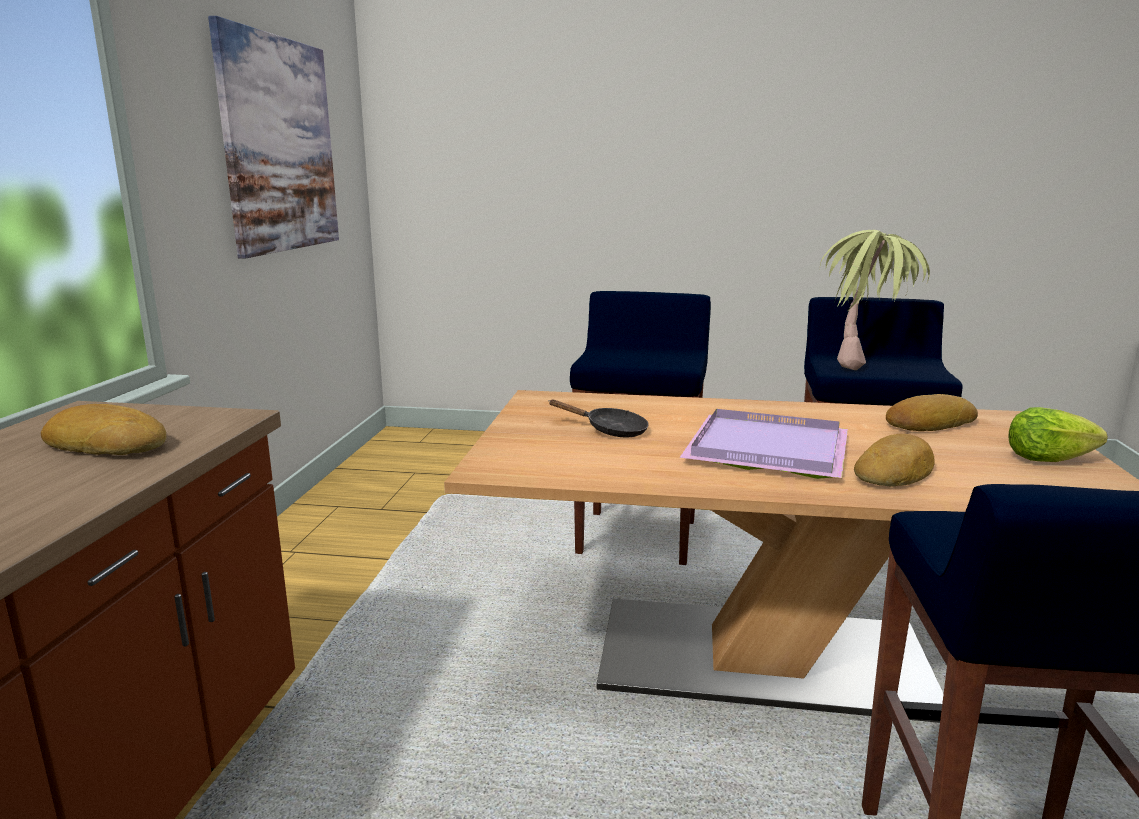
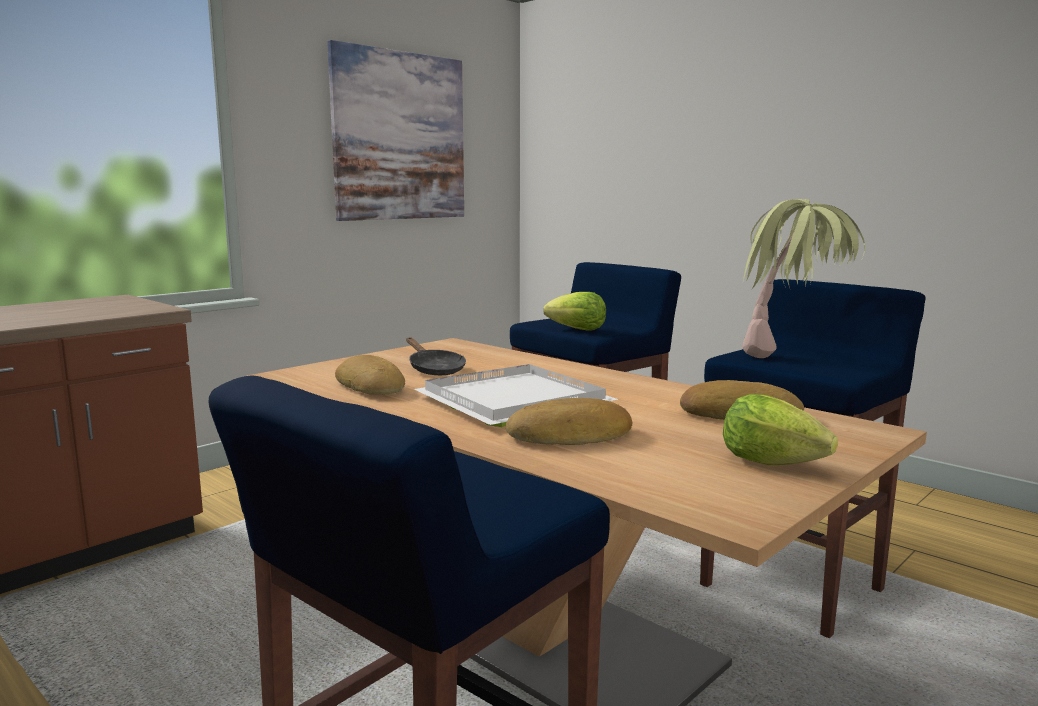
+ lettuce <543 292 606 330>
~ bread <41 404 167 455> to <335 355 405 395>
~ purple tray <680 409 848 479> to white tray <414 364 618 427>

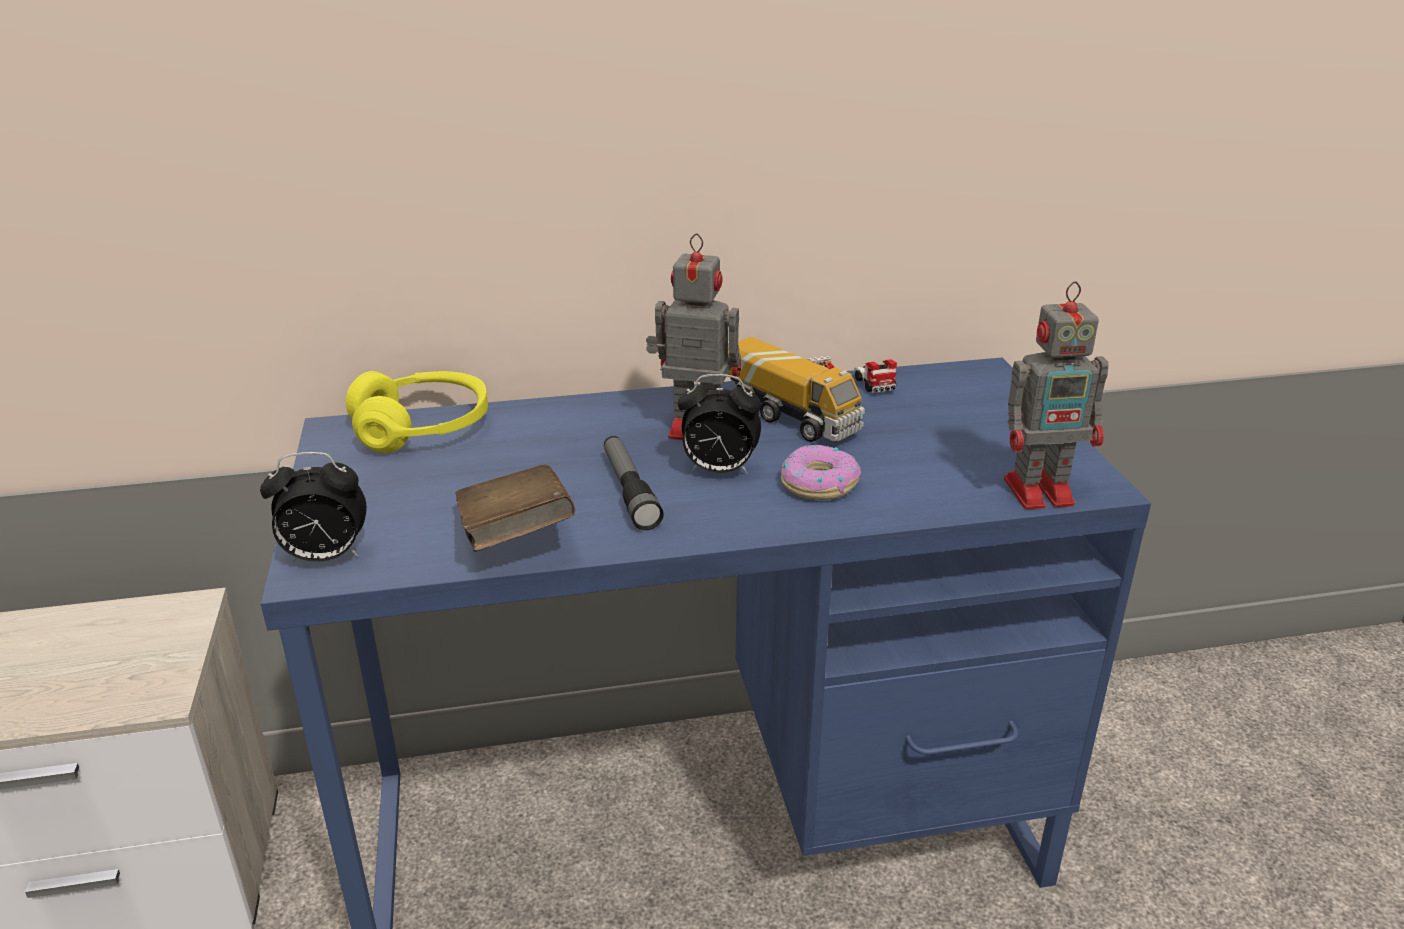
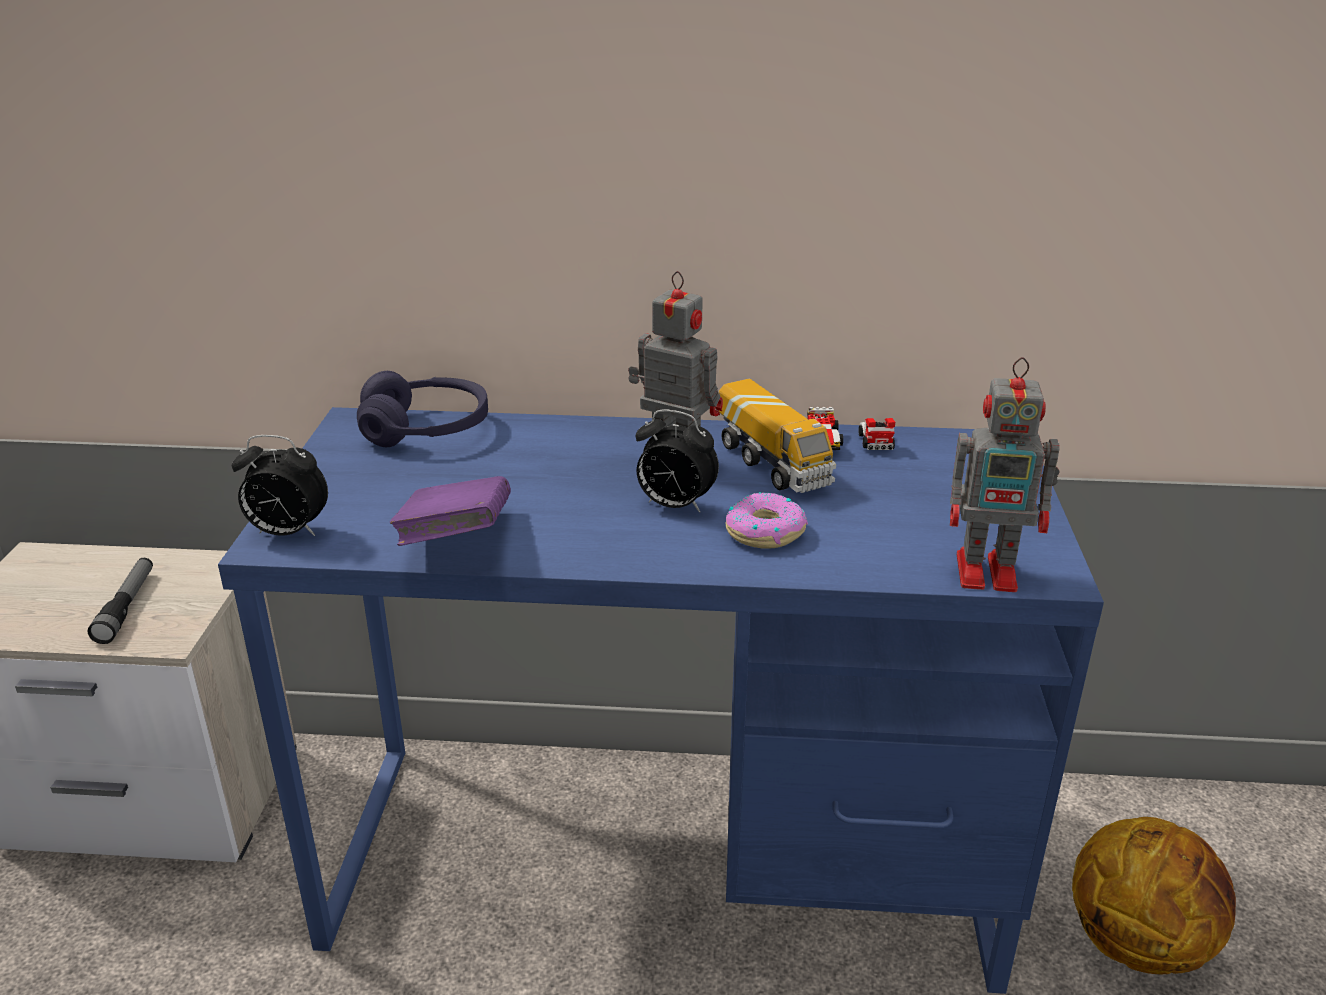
+ basketball <1072 817 1236 974>
~ flashlight <604 436 664 530> to <87 558 153 644>
~ yellow headphones <346 371 488 453> to purple headphones <357 371 488 447>
~ brown book <455 465 575 552> to purple book <390 476 511 546>

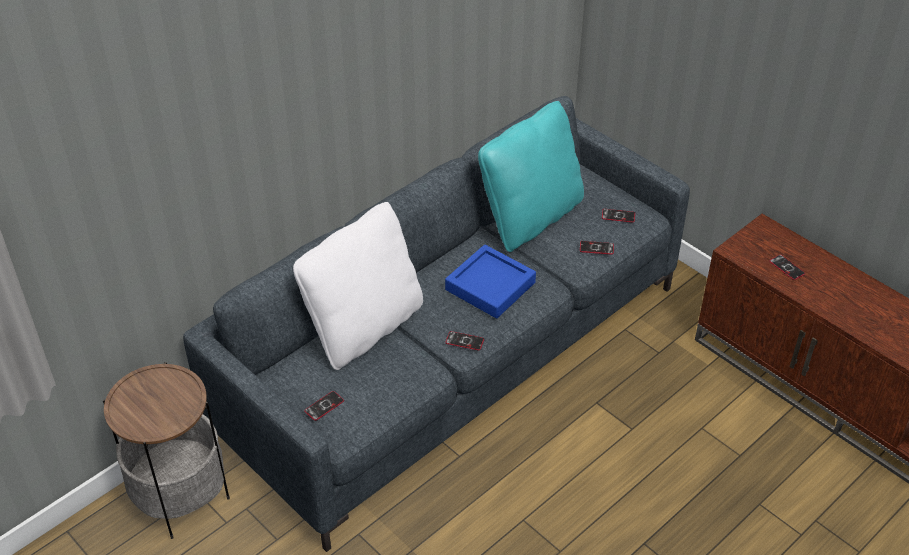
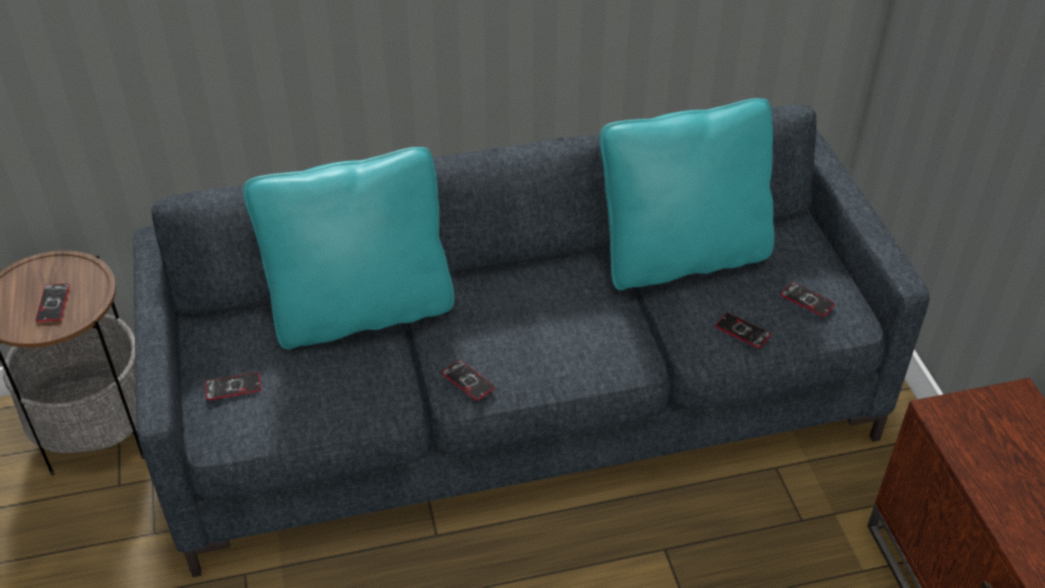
- blue tray <445 245 536 318>
~ phone <769 255 805 280> to <36 283 70 322>
~ white pillow <293 202 423 370> to turquoise pillow <243 147 454 350>

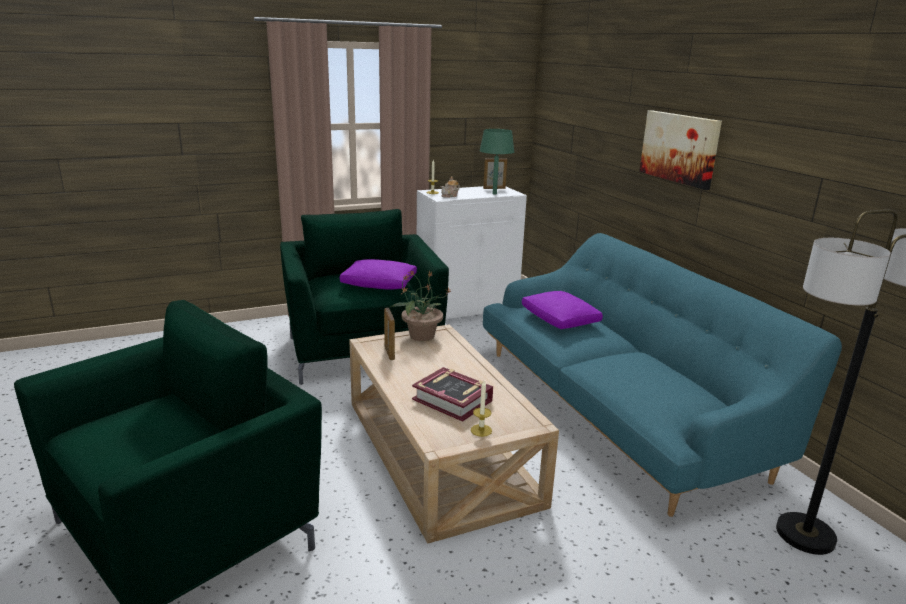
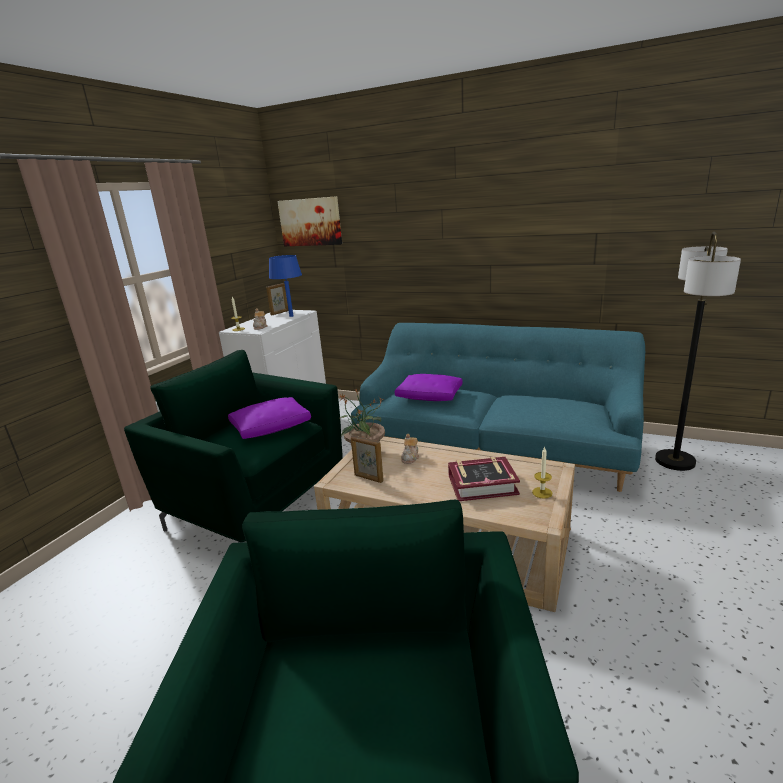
+ teapot <401 434 420 464>
~ picture <639 110 722 190> to <277 196 342 246>
~ green table lamp <479 129 514 195> to blue table lamp <269 255 302 317>

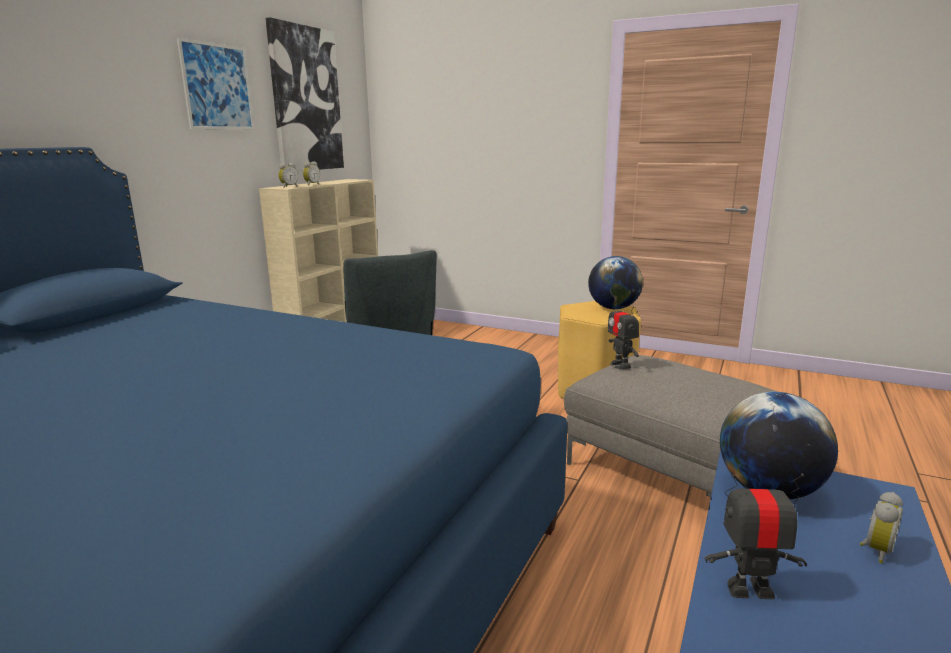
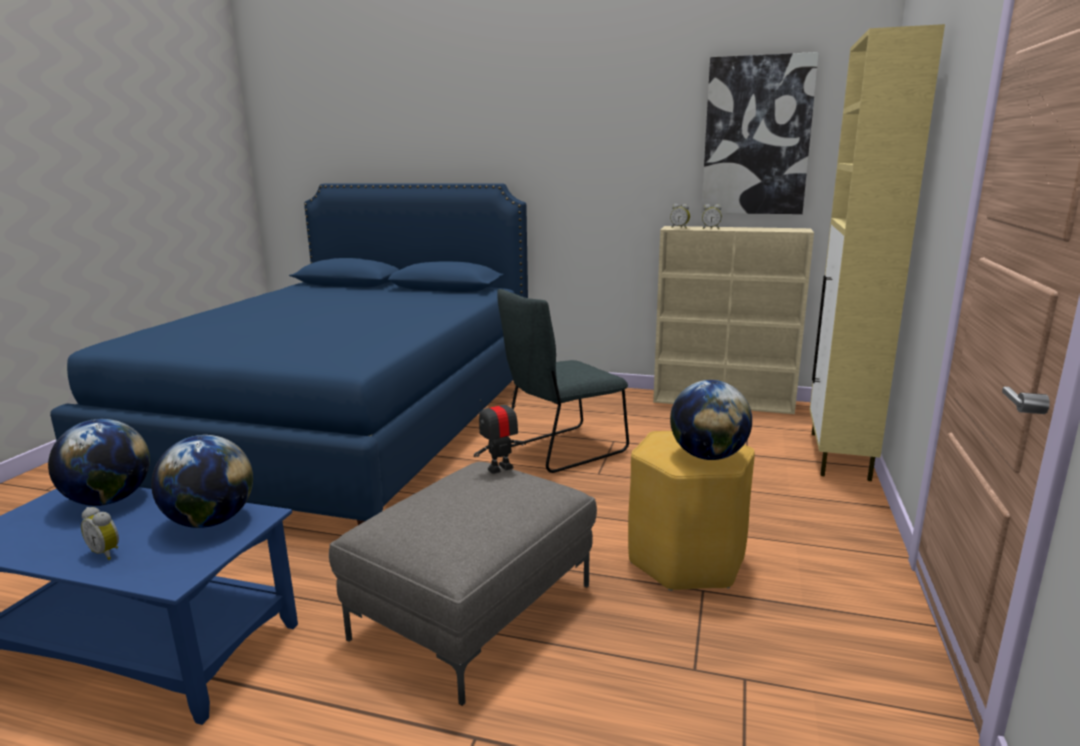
- picture <177 38 254 129>
+ beige cabinet <810 24 945 481>
~ toy robot <705 474 807 599> to globe <48 419 150 506>

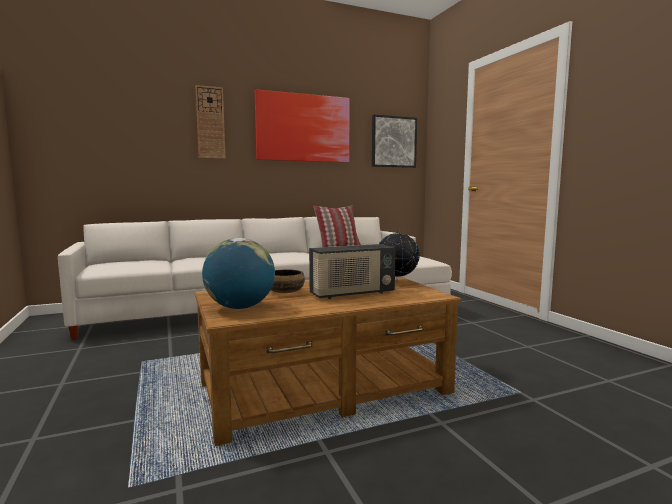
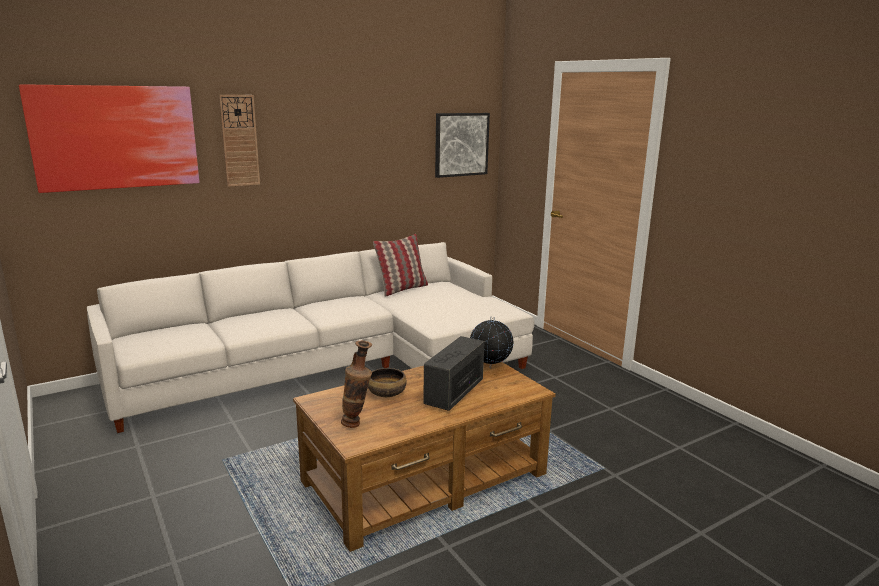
~ picture <255 89 350 162> to <19 84 199 193>
~ globe <202 238 275 309> to vase <341 341 372 428>
~ radio <309 244 396 299> = <423 336 484 411> 150 degrees clockwise

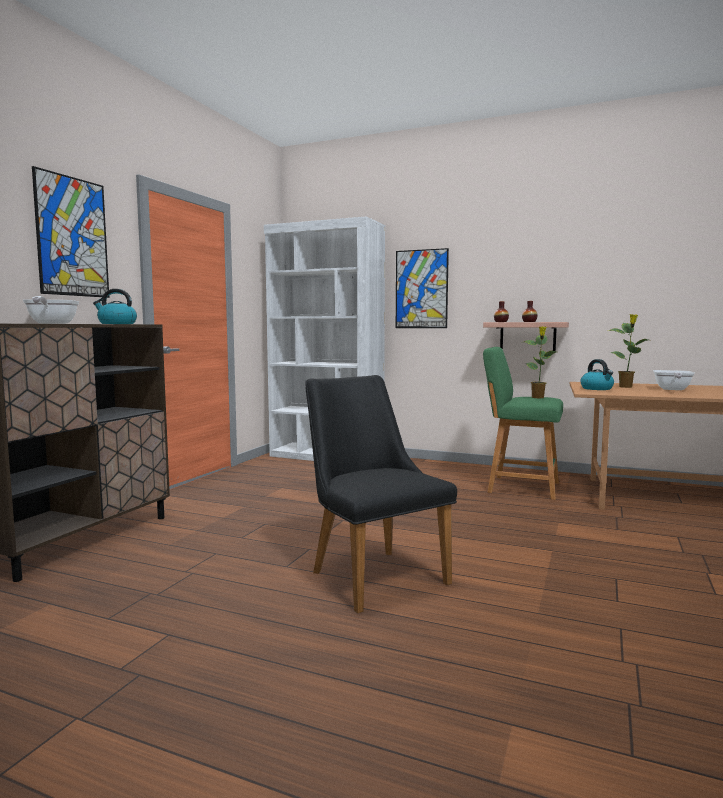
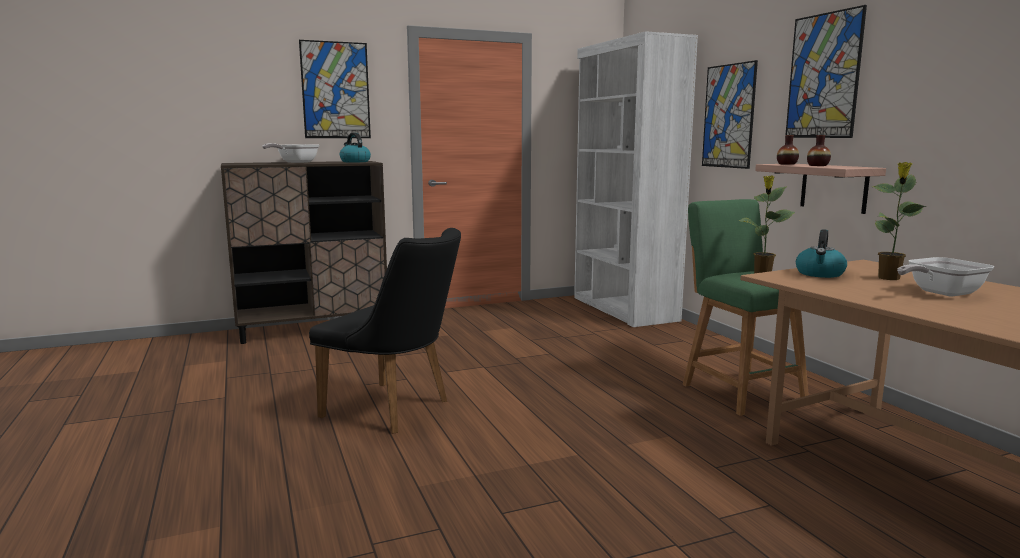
+ picture <786 5 867 138>
~ black chair <305 375 457 613> = <309 228 461 434> 105 degrees clockwise

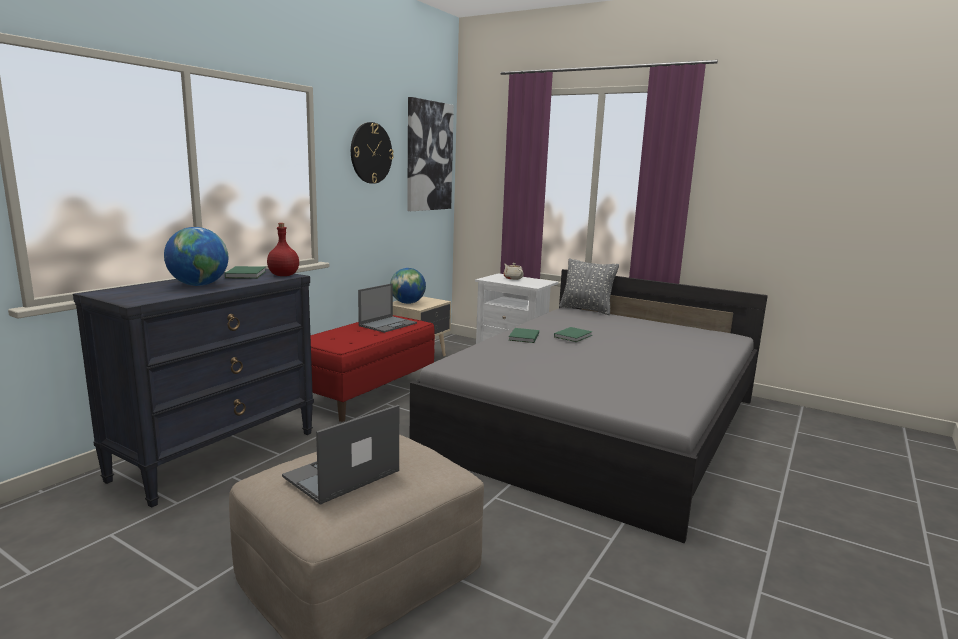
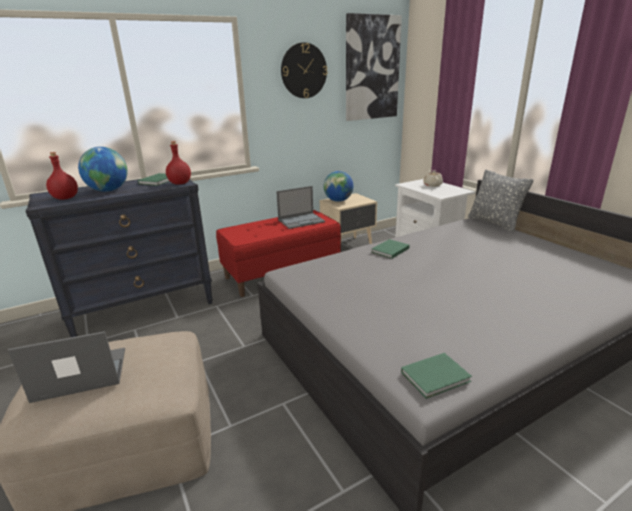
+ red bottle <46 152 78 200>
~ green book <554 327 592 342> to <401 353 472 399>

